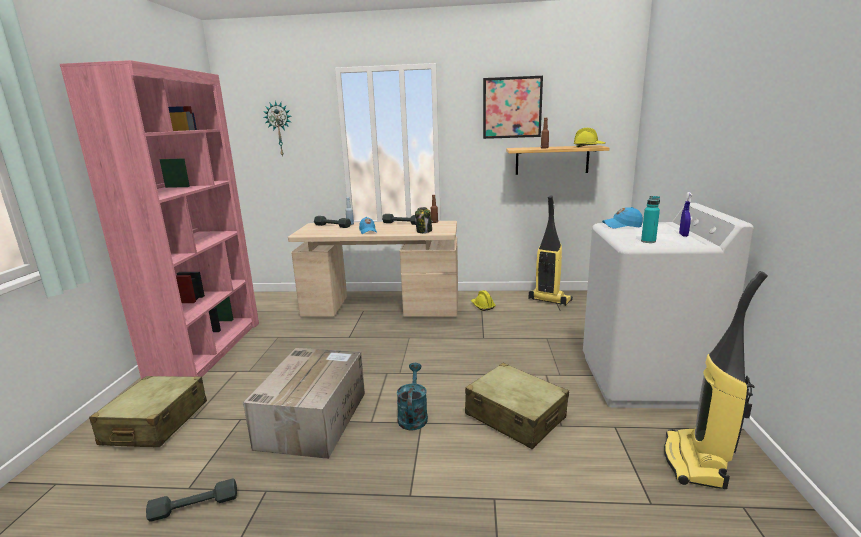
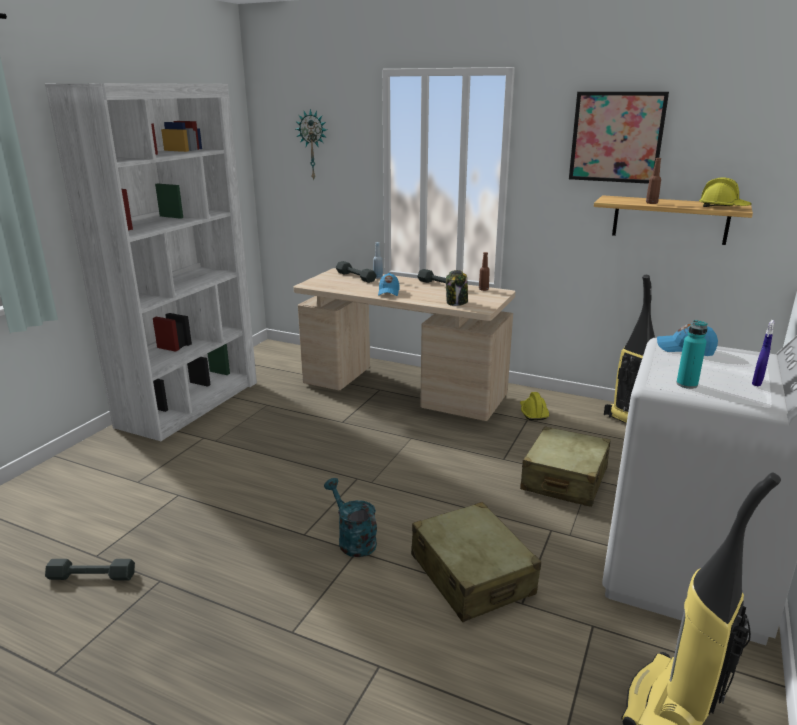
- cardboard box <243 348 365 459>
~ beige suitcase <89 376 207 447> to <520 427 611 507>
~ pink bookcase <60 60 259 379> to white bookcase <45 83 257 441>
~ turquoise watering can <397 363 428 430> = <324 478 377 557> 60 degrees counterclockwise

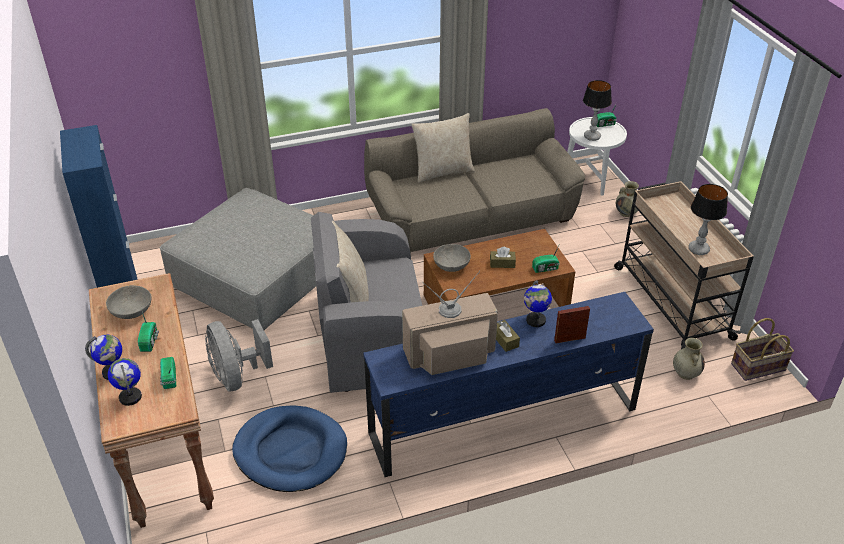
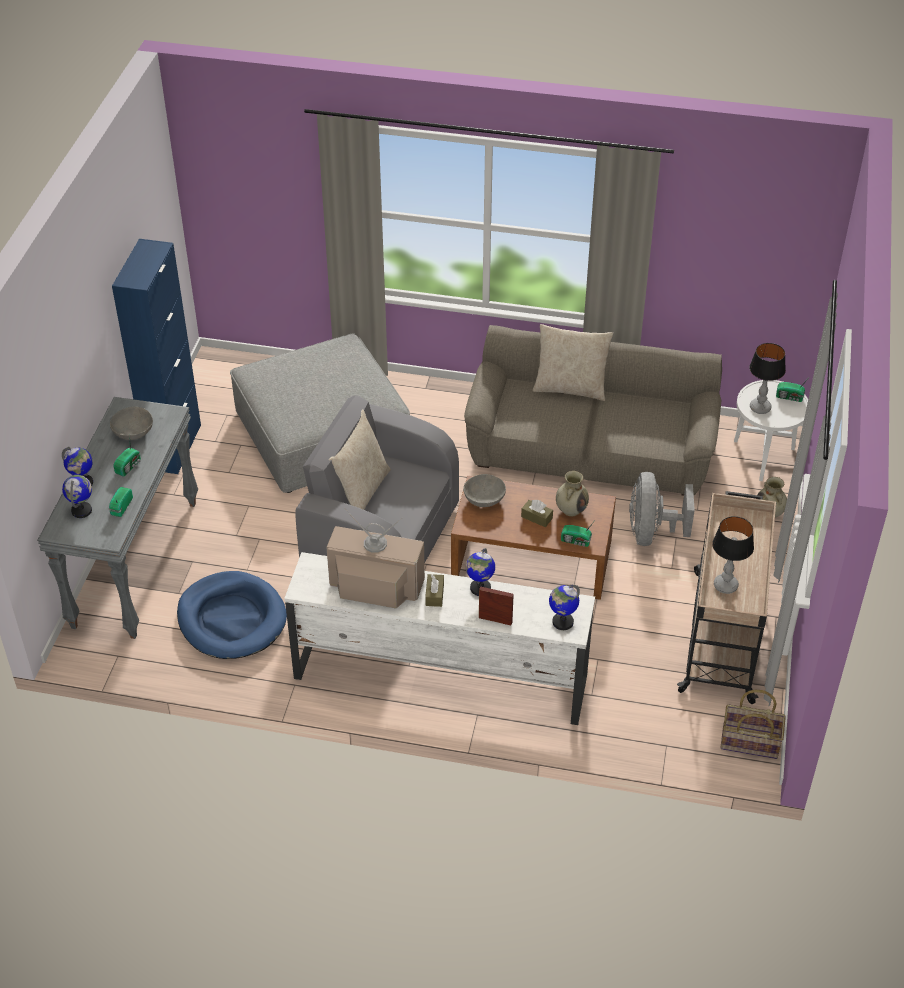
+ globe <549 585 580 630>
~ grey fan <205 319 273 392> to <629 472 695 546>
~ beige vase <673 338 705 380> to <556 471 589 516>
~ brown console table <89 273 214 528> to grey console table <37 397 198 639>
~ blue tv stand <363 292 654 477> to white tv stand <284 552 595 725>

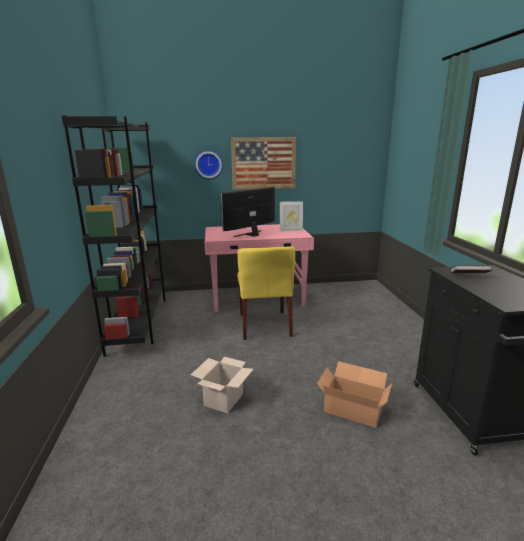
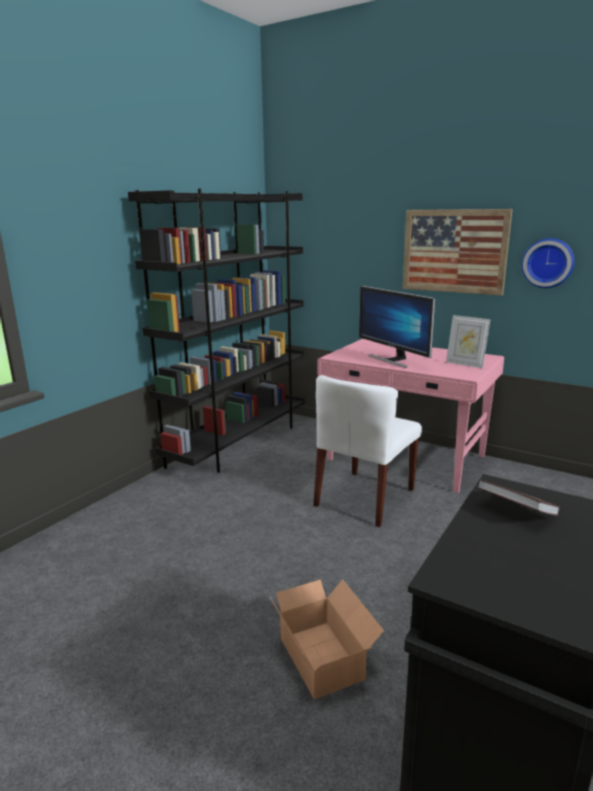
- cardboard box <191 357 253 413>
~ wall clock <194 150 223 179> to <522 238 575 288>
~ yellow chair <237 246 295 340> to white chair <313 375 422 527>
~ monitor <221 187 275 237> = <359 286 436 368> 120 degrees counterclockwise

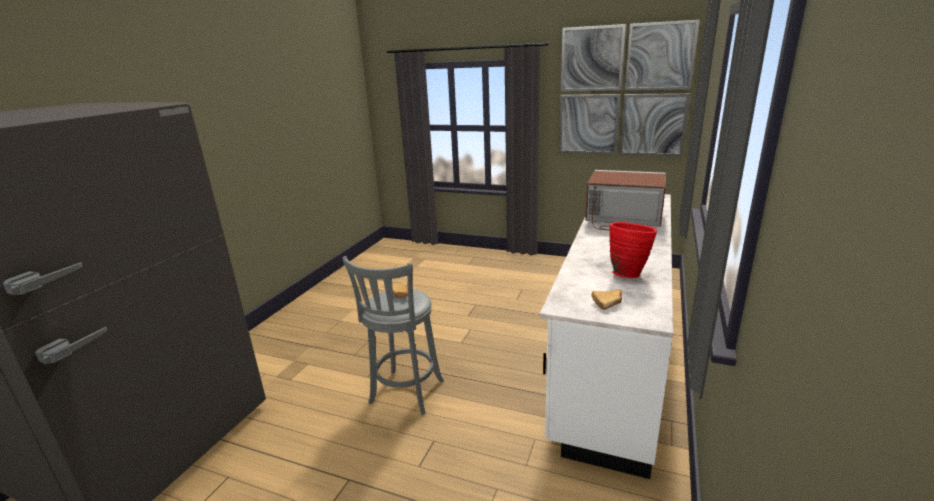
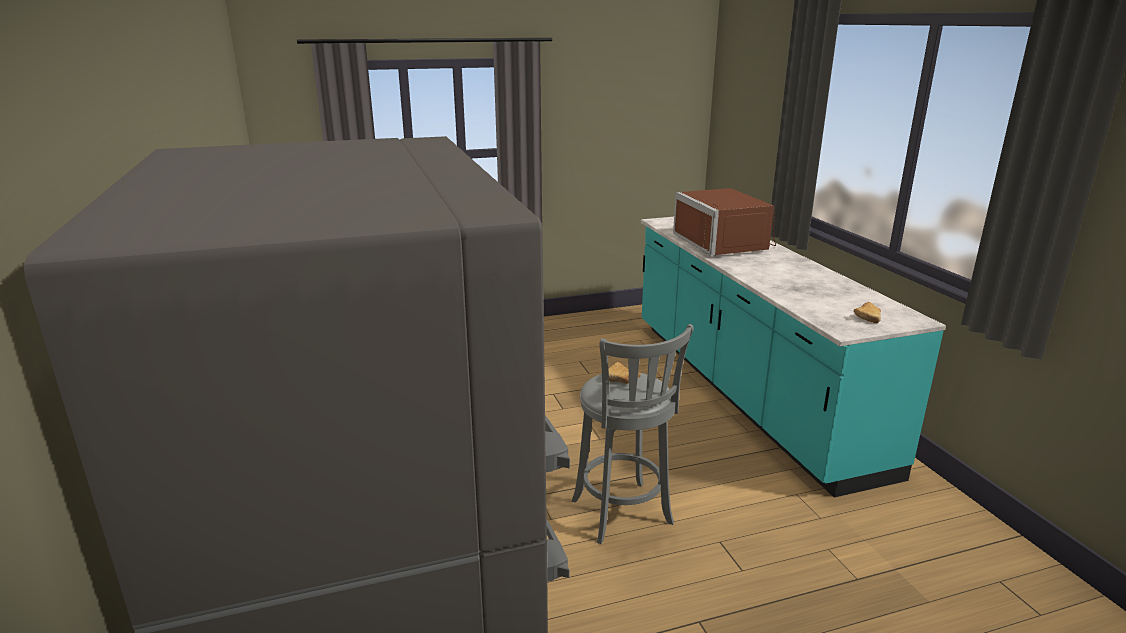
- picture <559 20 700 157>
- red vase <609 222 657 278>
~ white counter <540 194 673 479> to turquoise counter <641 217 946 497>
~ brown microwave <585 170 666 231> = <673 188 776 256> 90 degrees counterclockwise

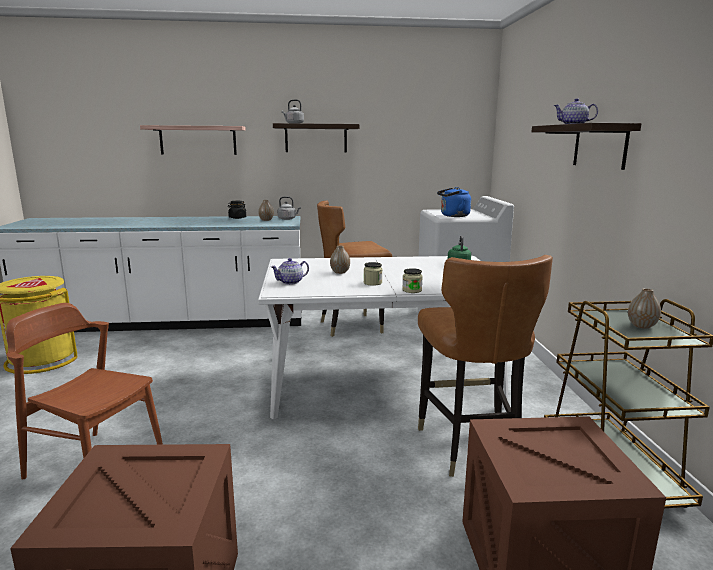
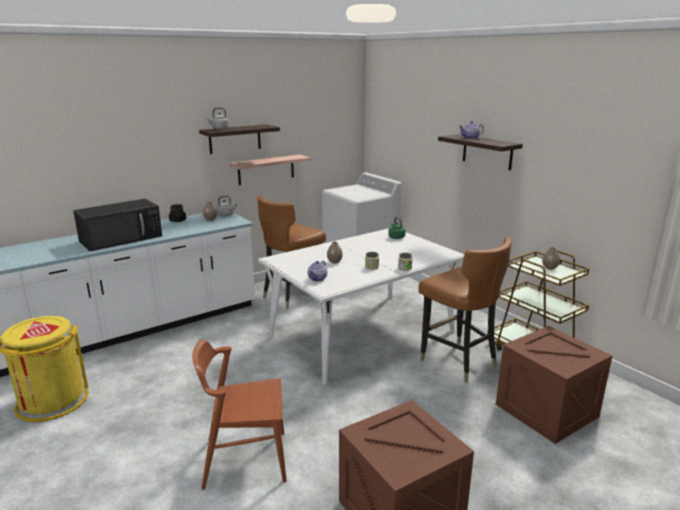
- blue kettle <437 187 471 217>
+ black microwave <73 199 162 251>
~ shelf <140 125 246 155> to <229 154 311 185>

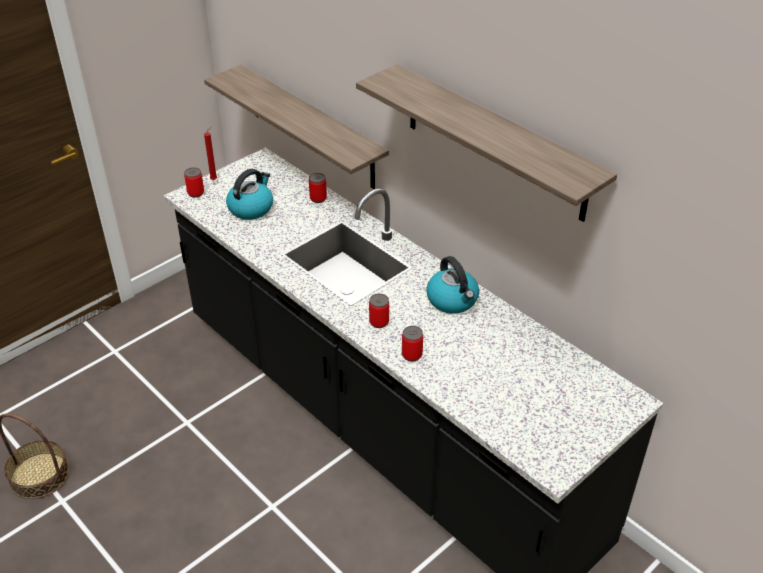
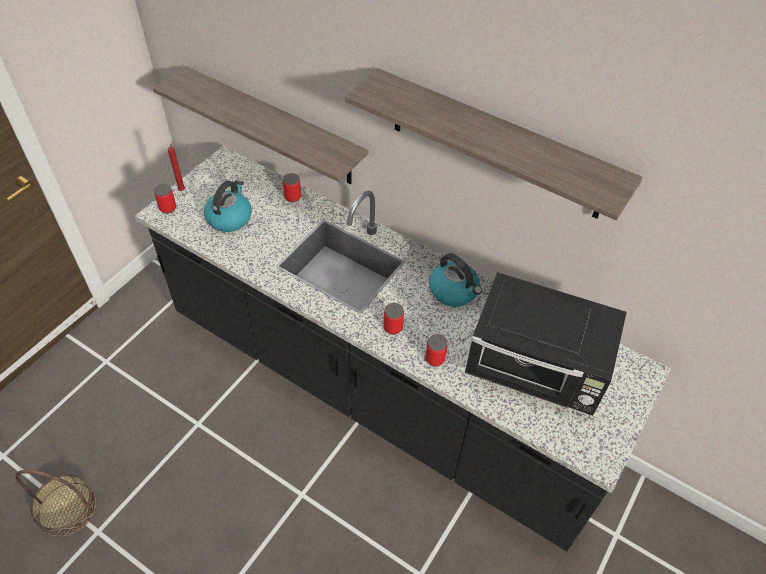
+ black microwave <465 272 627 415>

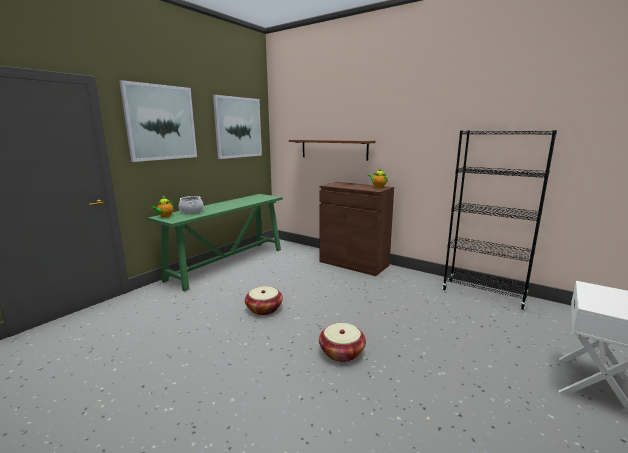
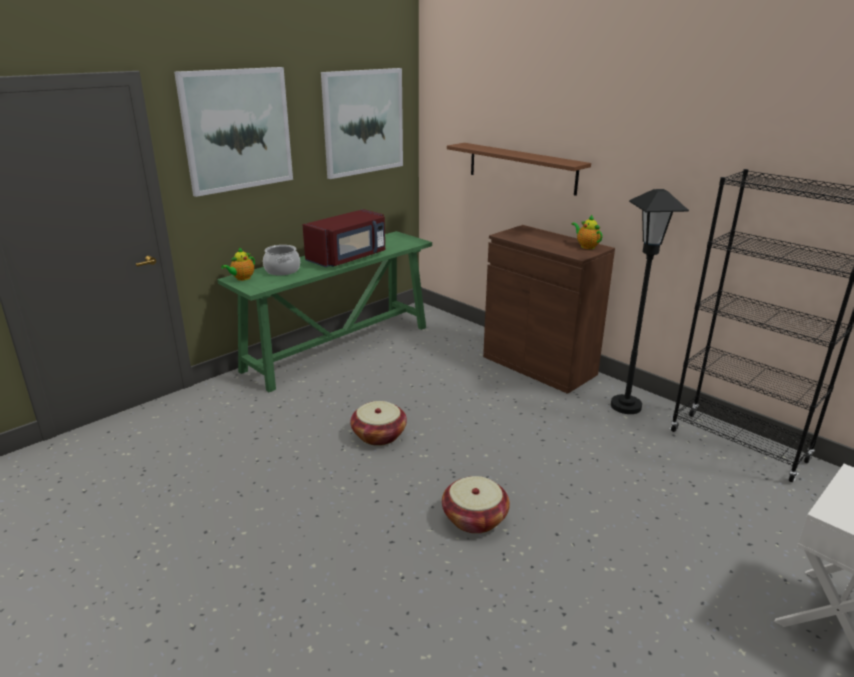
+ red microwave <303 209 385 267>
+ black floor lamp <611 189 689 414>

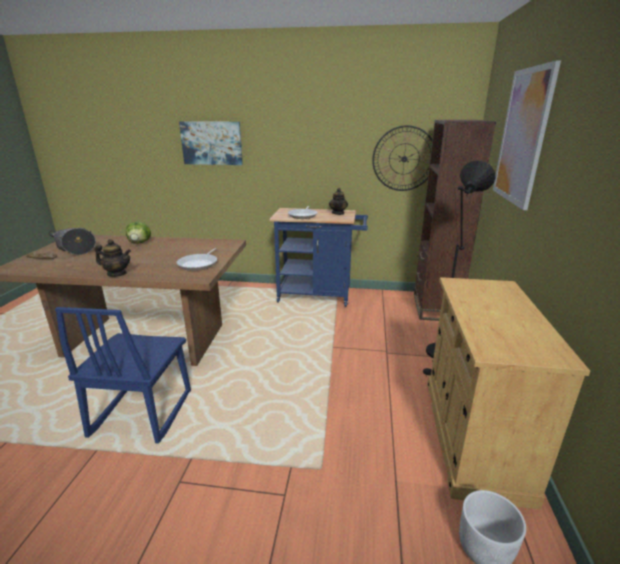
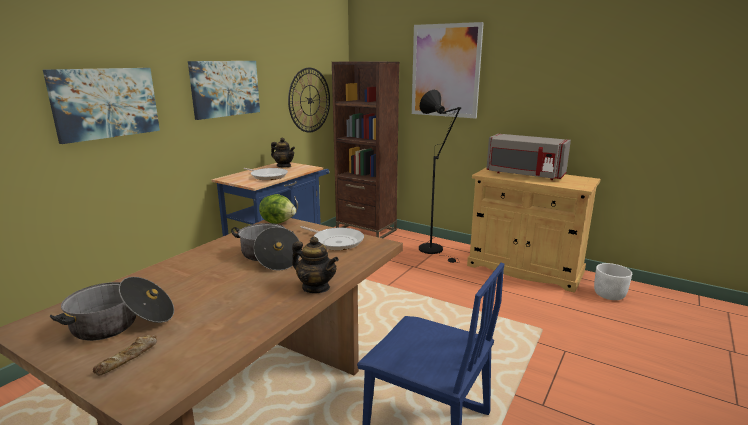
+ picture <188 61 260 120>
+ cooking pot <231 223 300 271>
+ grey microwave <486 134 571 180>
~ lettuce <126 222 151 244> to <259 194 296 224>
~ teapot <94 239 131 277> = <292 237 339 293> 90 degrees clockwise

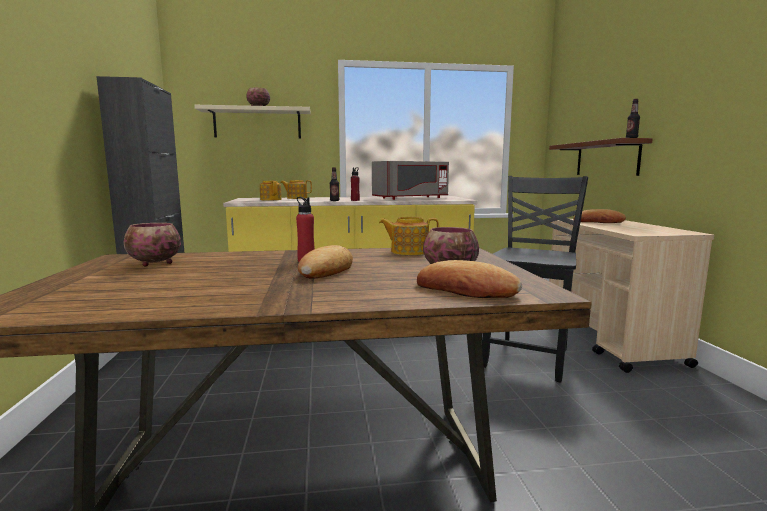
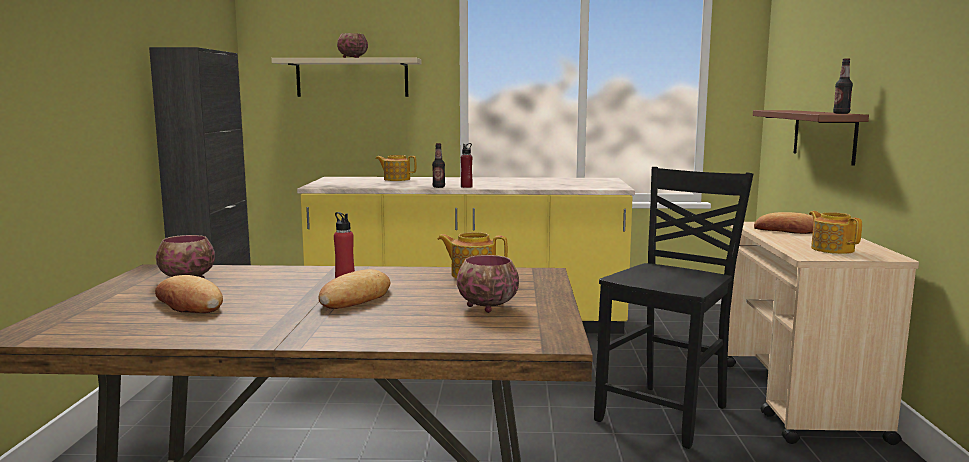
- grey microwave <372 161 449 200>
~ teapot <260 181 282 200> to <809 211 862 254>
~ bread <417 260 522 298> to <155 275 223 313>

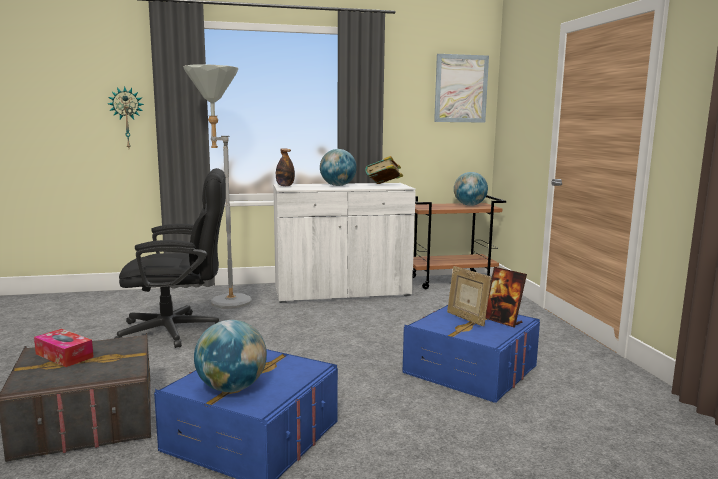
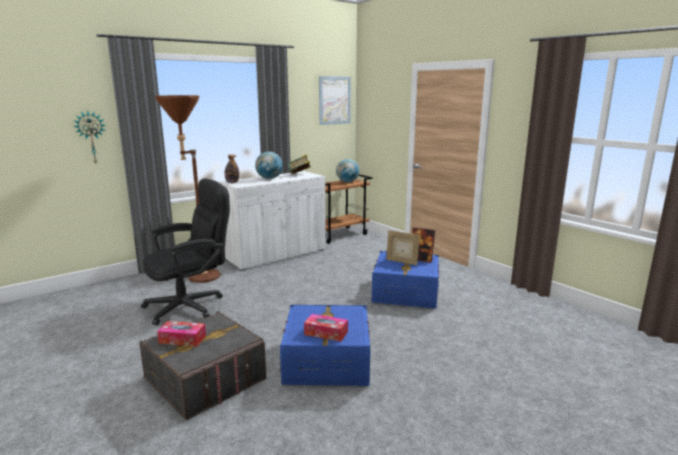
~ globe <194 320 267 392> to tissue box <304 314 348 342>
~ grey floor lamp <183 64 252 309> to brown floor lamp <155 95 220 283>

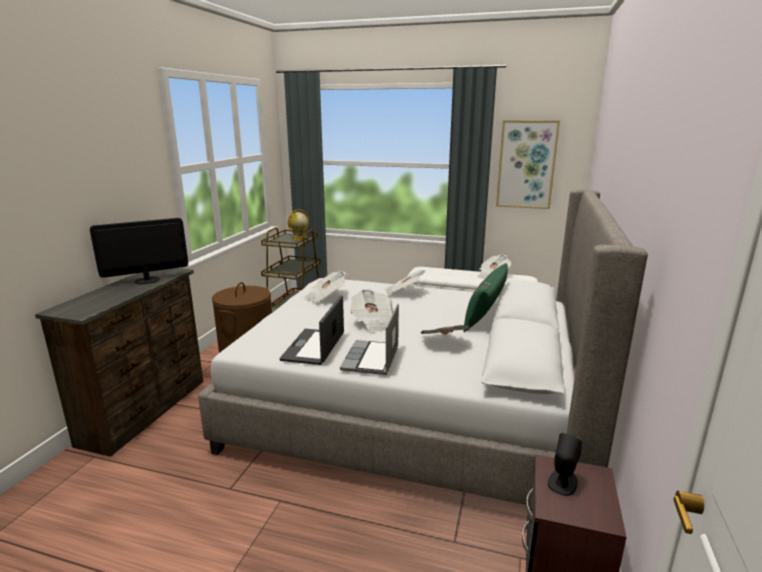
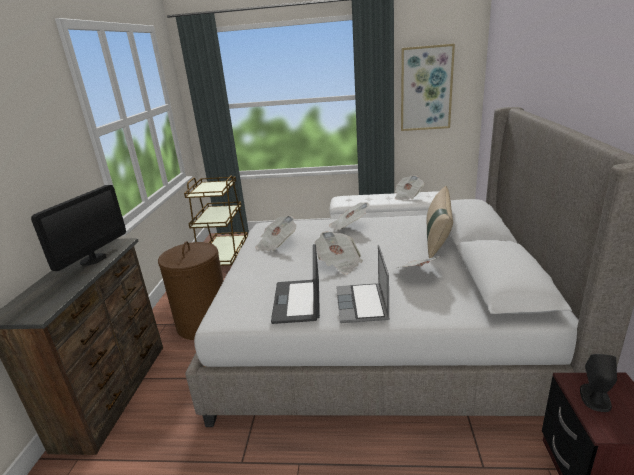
- globe <288 209 309 240>
~ green pillow <463 263 508 332> to beige pillow <426 186 453 258>
~ monitor <90 218 188 285> = <31 185 126 271> 150 degrees clockwise

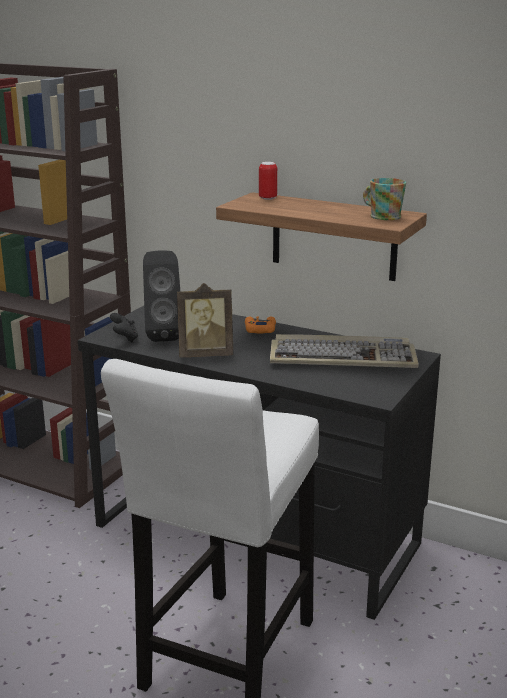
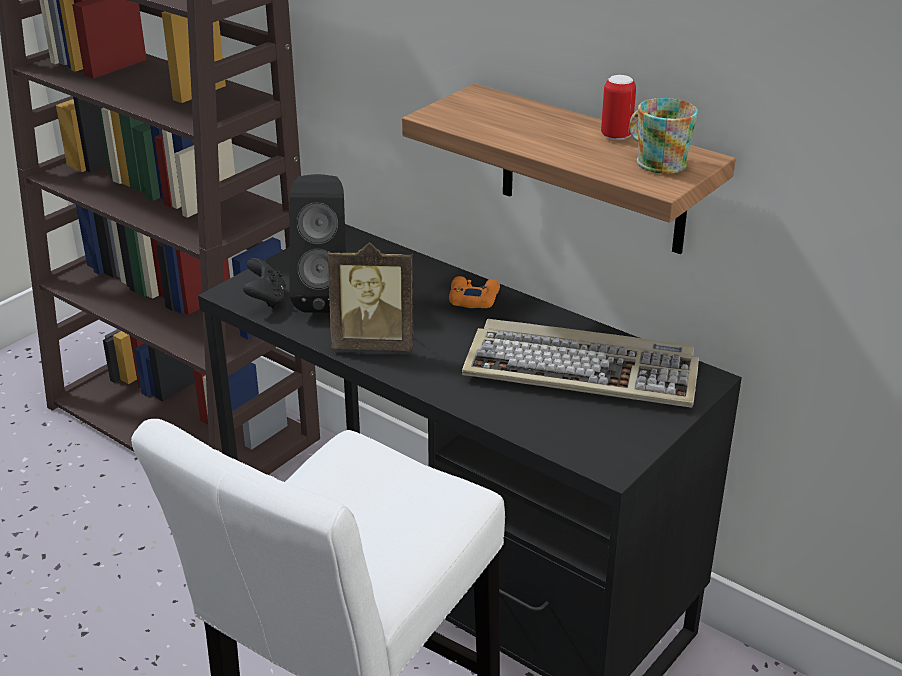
~ can <259 162 277 200> to <601 75 636 140>

